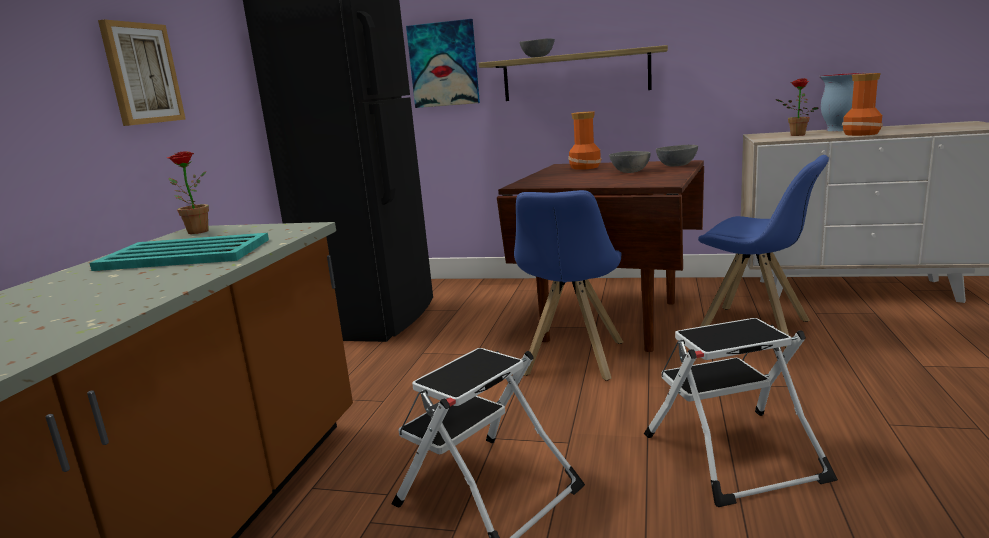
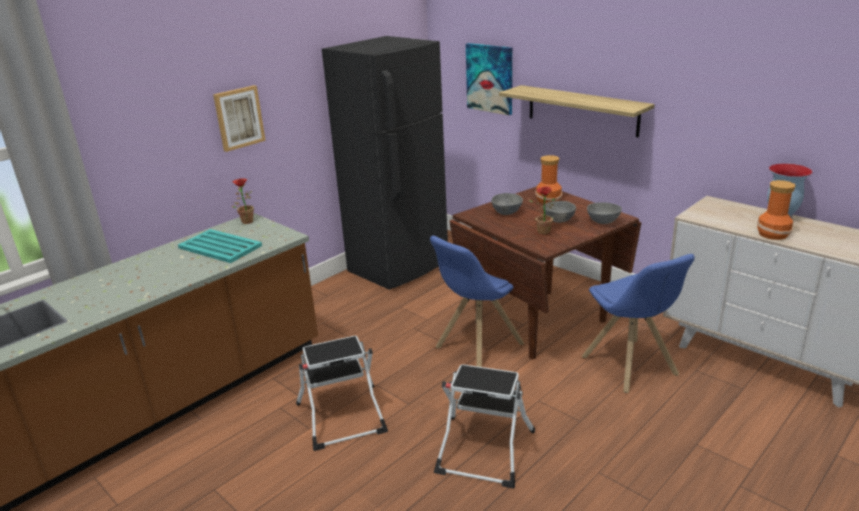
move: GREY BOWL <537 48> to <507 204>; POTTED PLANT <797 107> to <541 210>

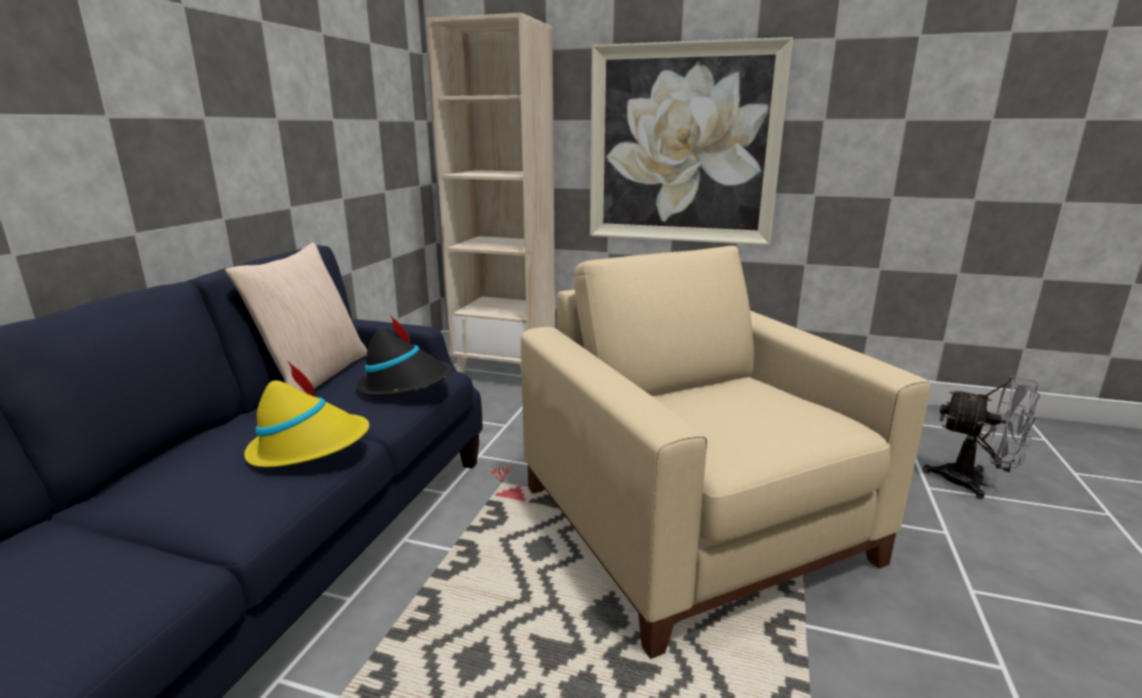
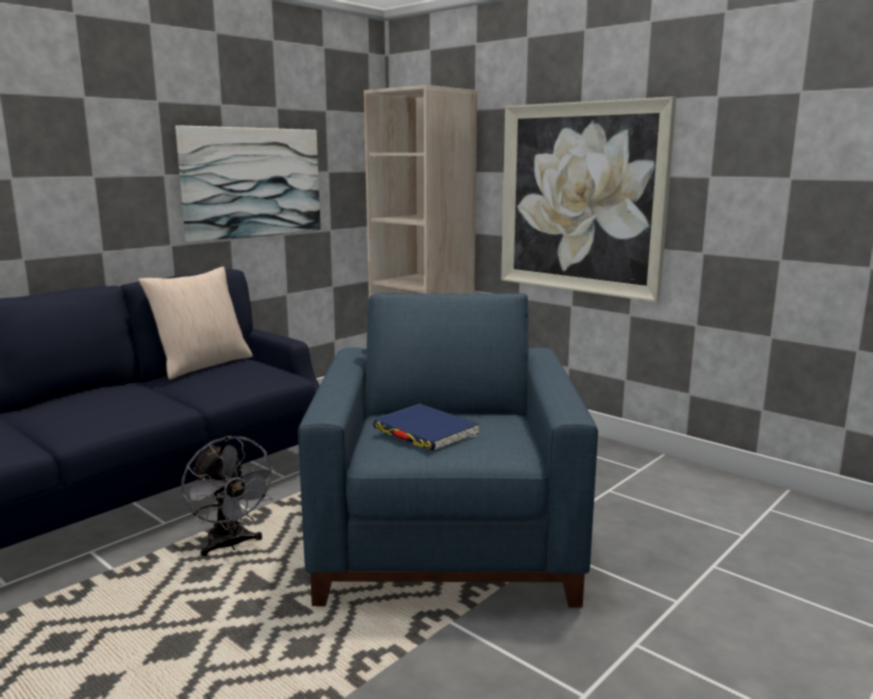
delete: YELLOW HAT <306 413>; BLACK HAT <404 355>
insert: PICTURE <248 183>; BLUE BOOK <426 427>
move: GREY FAN <981 437> to <229 496>
recolor: BEIGE ARMCHAIR <726 452> to BLUE ARMCHAIR <448 450>

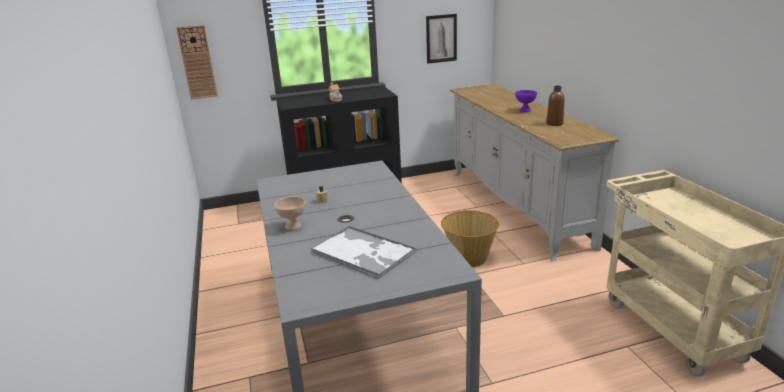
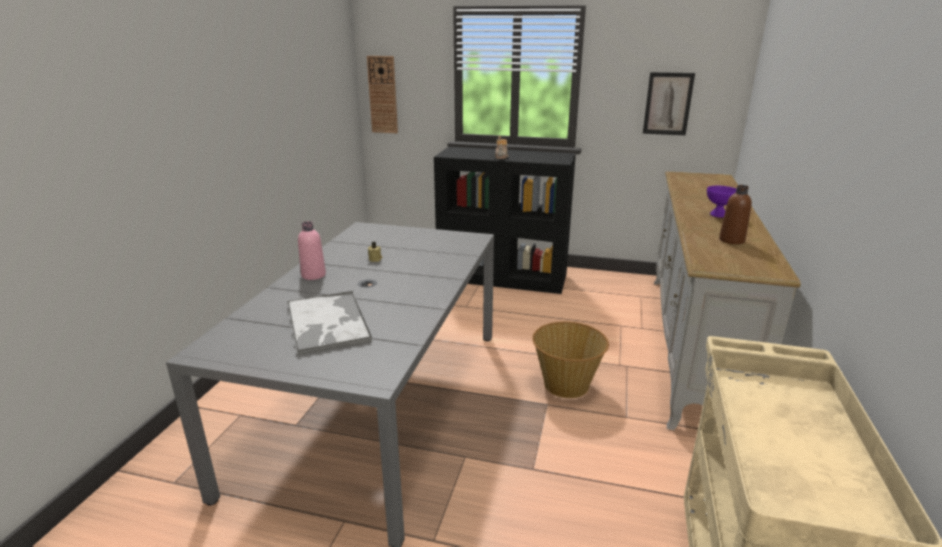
replace: BEIGE BOWL <290 214> to PINK BOTTLE <312 250>

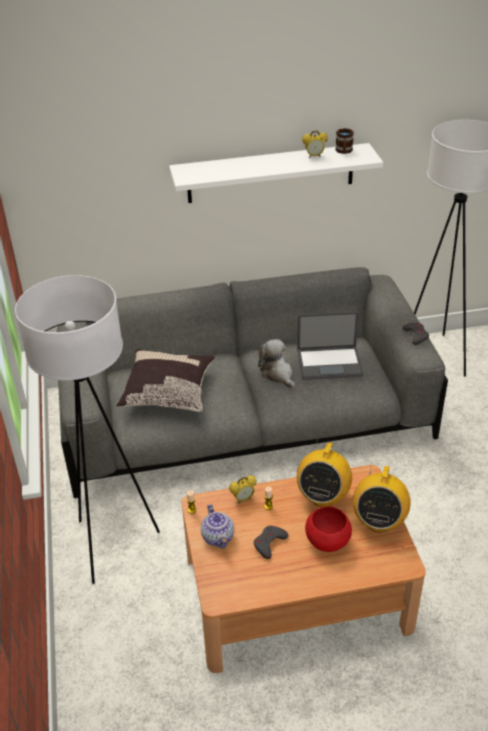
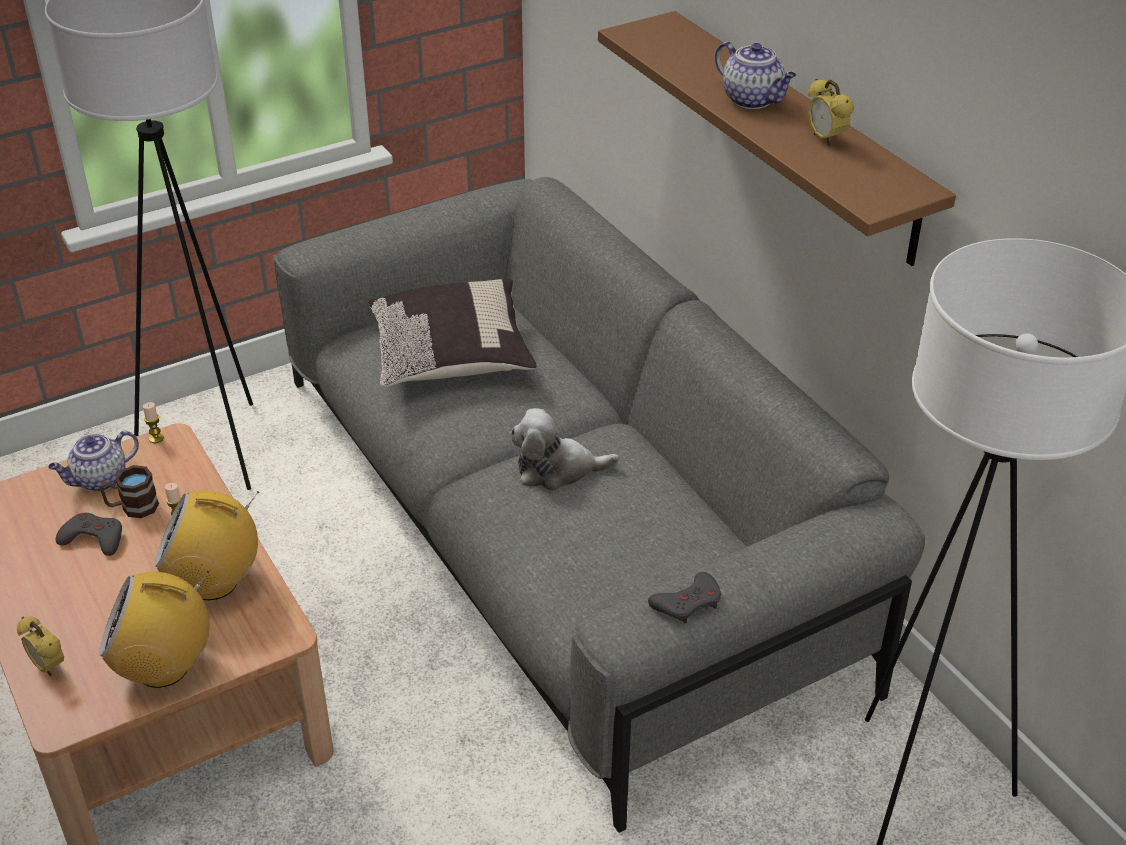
delete: LAPTOP <330 346>; RED BOWL <328 529>
insert: TEAPOT <755 75>
move: ALARM CLOCK <243 489> to <40 646>; BROWN MUG <344 141> to <129 491>
recolor: WHITE SHELF <276 173> to BROWN SHELF <777 138>
rotate: PLUSH TOY <276 364> = <564 449> 135 degrees counterclockwise

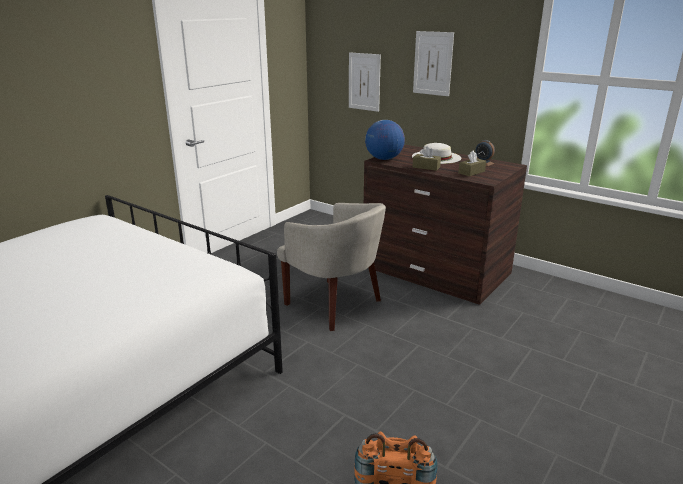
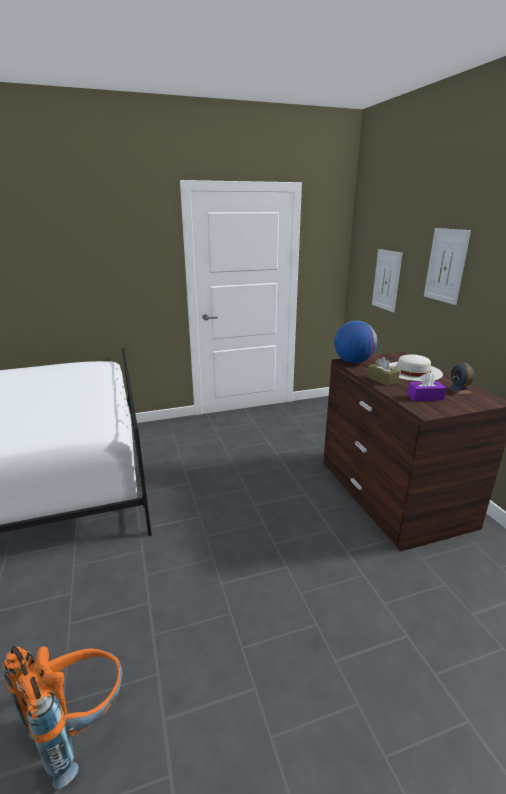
delete: BEIGE ARMCHAIR <331 267>
recolor: BROWN TISSUE BOX <472 163> to PURPLE TISSUE BOX <426 386>

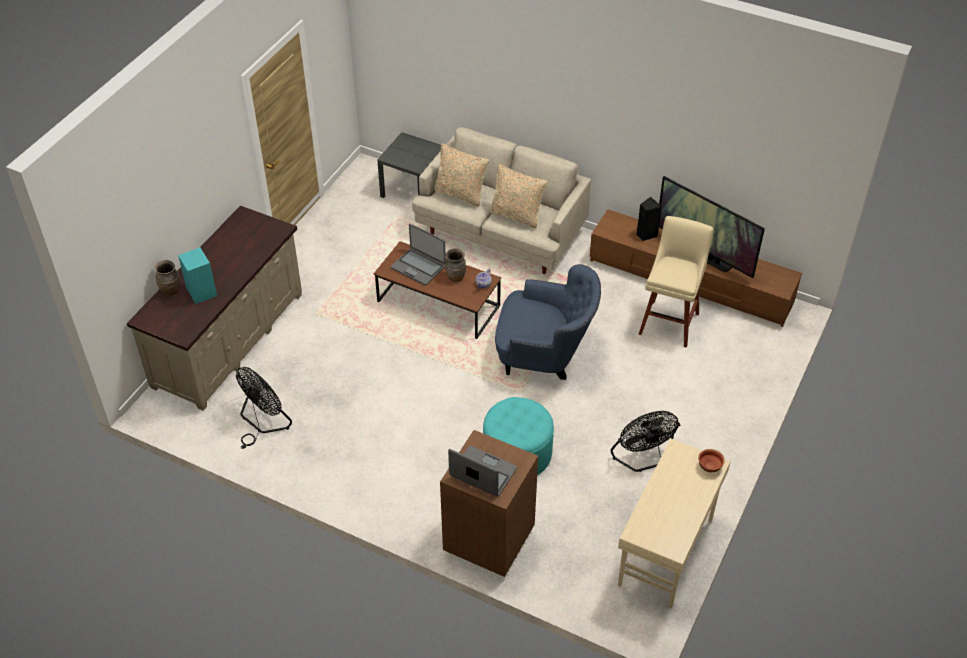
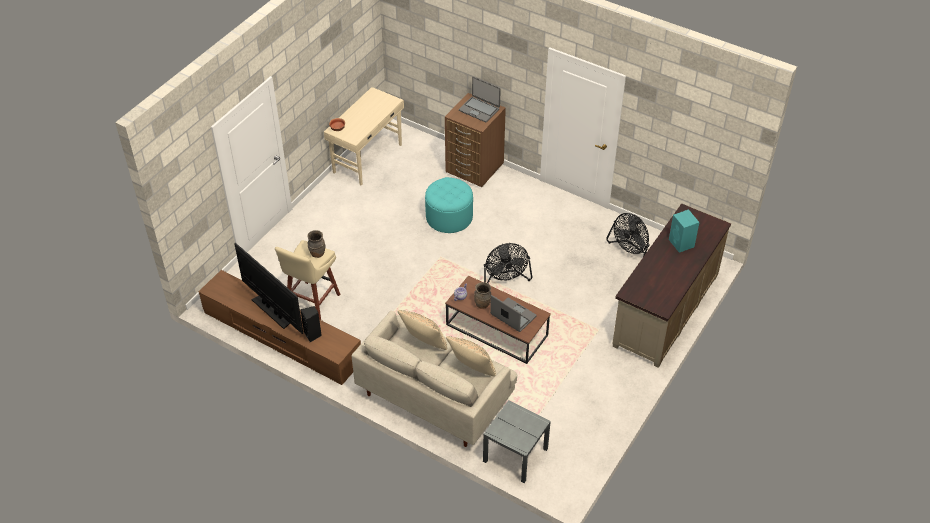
delete: BLUE ARMCHAIR <548 322>
move: BROWN VASE <167 277> to <316 244>; BLACK FAN <646 441> to <508 263>

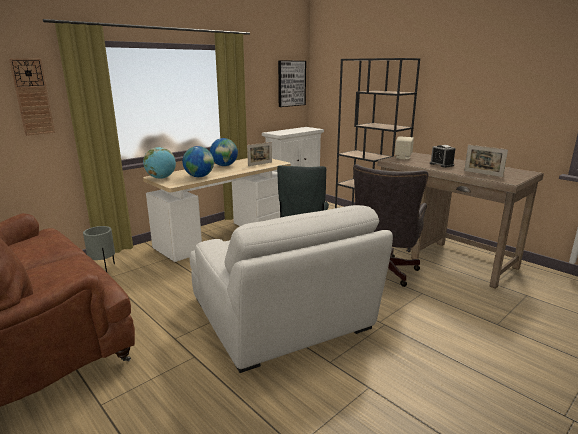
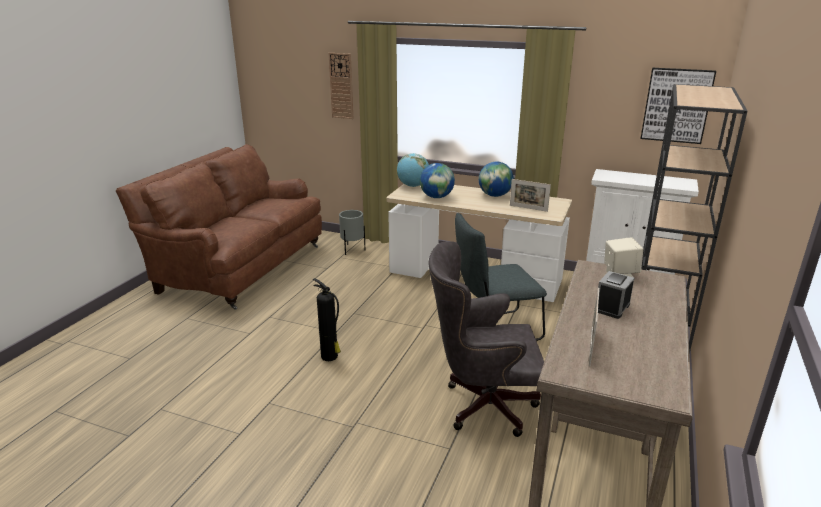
replace: WHITE ARMCHAIR <291 289> to FIRE EXTINGUISHER <327 319>

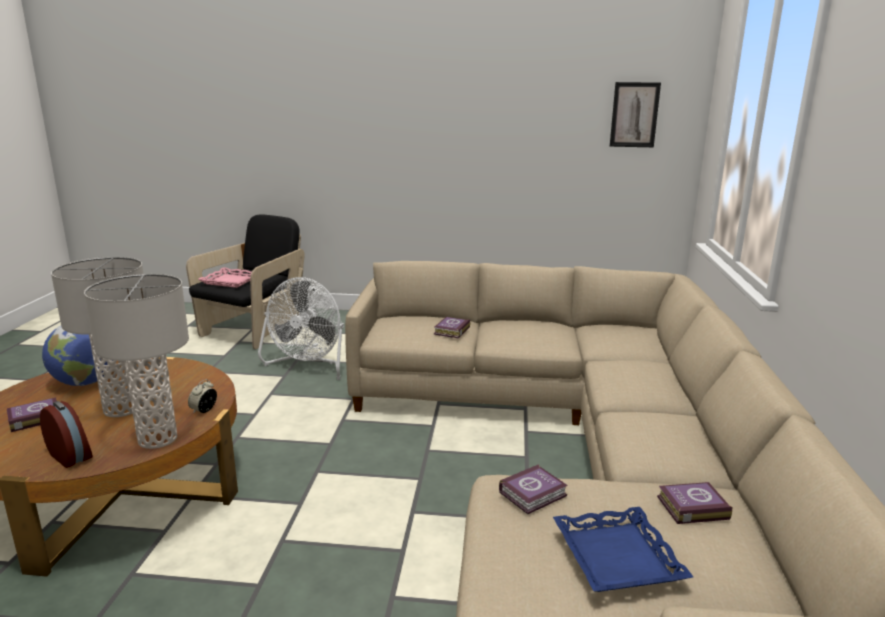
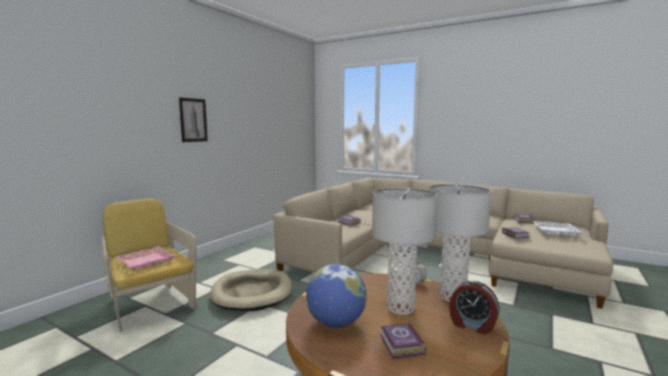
move: PICTURE <635 114> to <193 119>
replace: WHITE FAN <301 328> to BEIGE DOG BED <251 290>
recolor: BLACK ARMCHAIR <245 281> to YELLOW ARMCHAIR <149 265>; BLUE TRAY <623 549> to WHITE TRAY <558 228>
rotate: ALARM CLOCK <66 434> = <474 308> 120 degrees counterclockwise

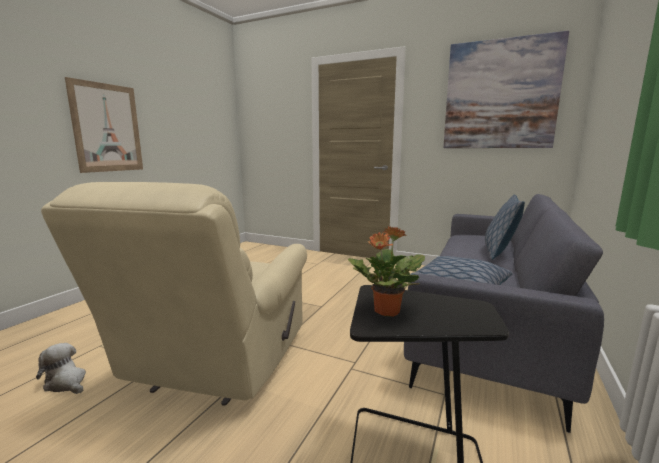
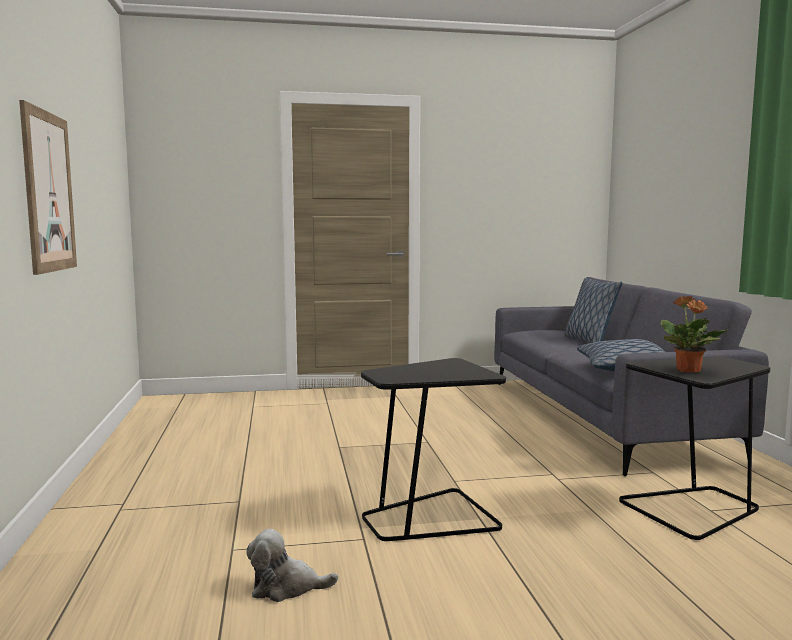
delete: PICTURE <506 89>
replace: BEIGE ARMCHAIR <174 294> to BLACK SIDE TABLE <433 449>

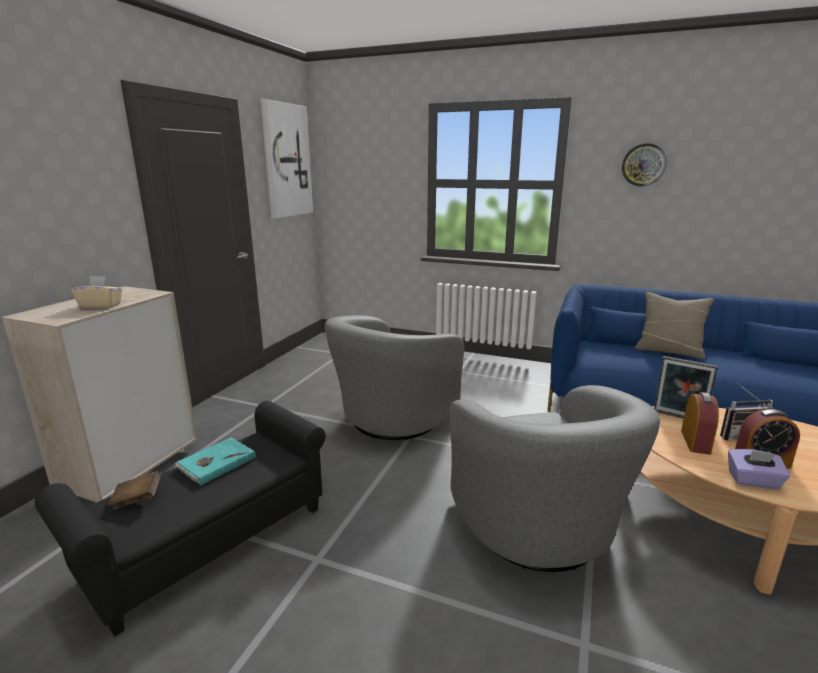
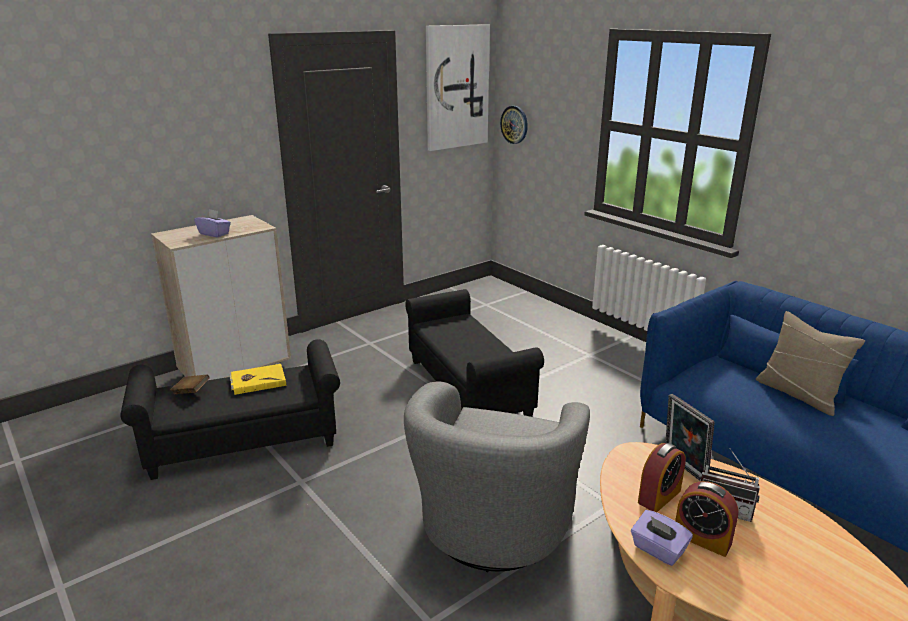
move: WALL CLOCK <644 164> to <514 125>
replace: GREY ARMCHAIR <394 377> to BLACK OTTOMAN <474 353>
recolor: BEIGE TISSUE BOX <97 292> to PURPLE TISSUE BOX <212 223>; TURQUOISE BOOK <215 461> to YELLOW BOOK <257 379>

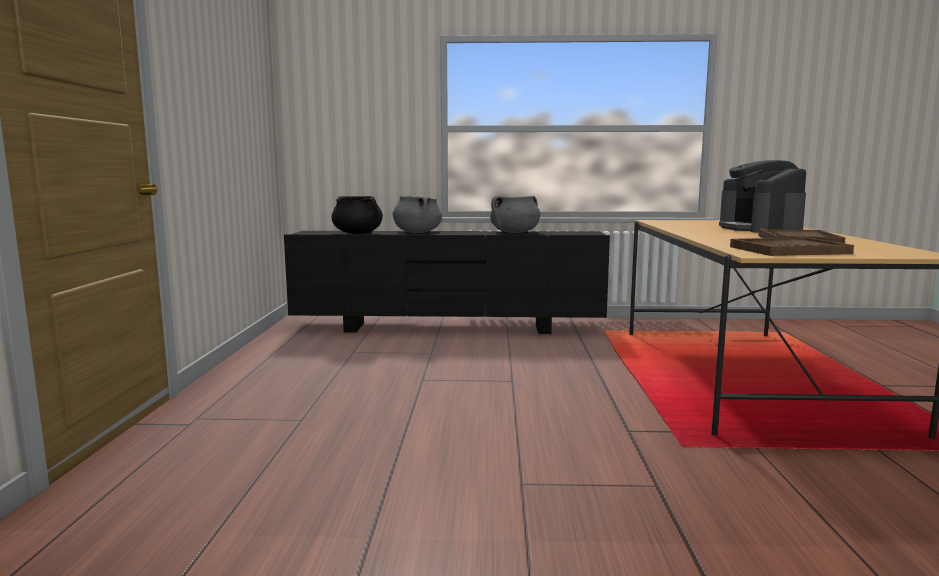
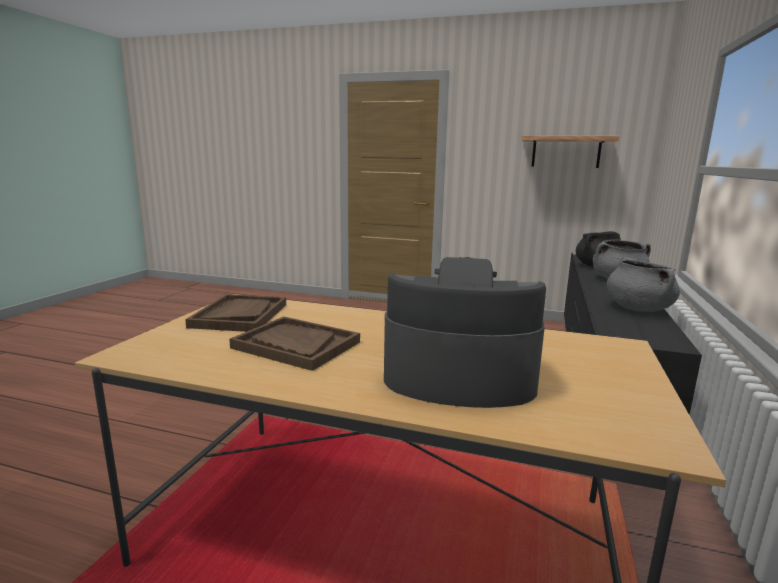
insert: SHELF <570 151>

